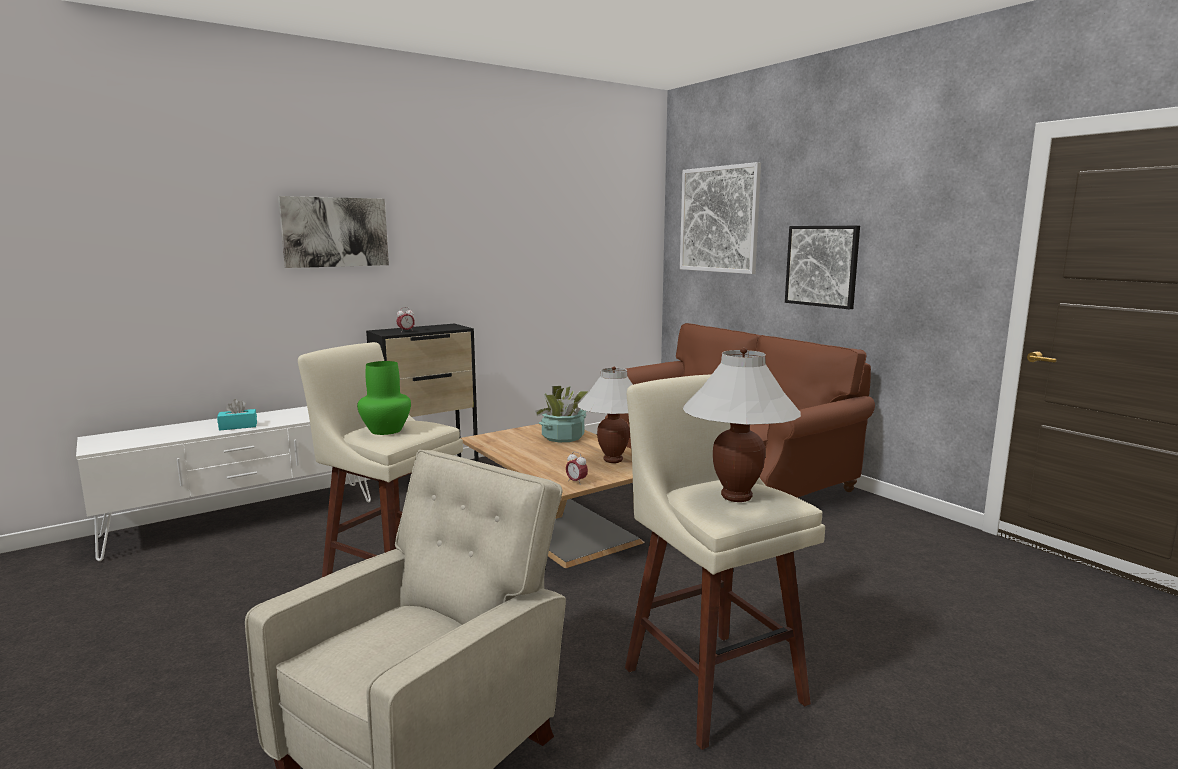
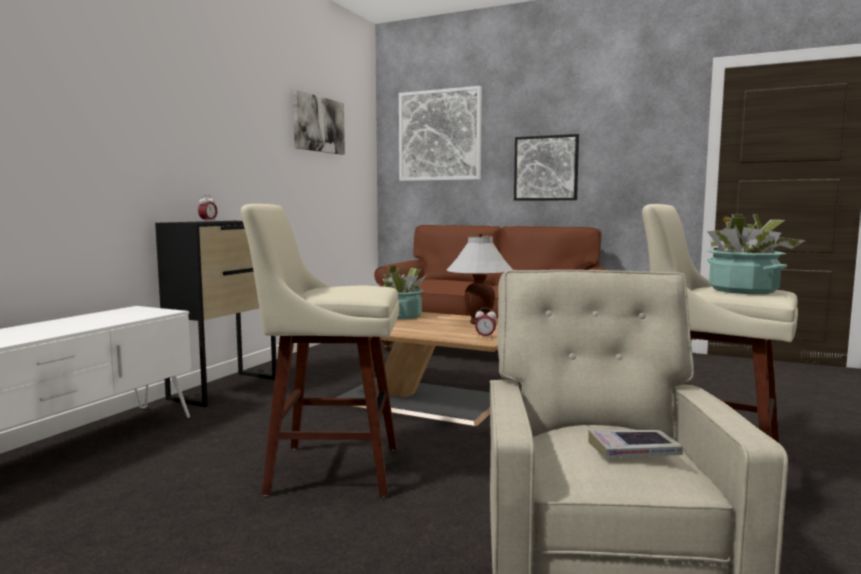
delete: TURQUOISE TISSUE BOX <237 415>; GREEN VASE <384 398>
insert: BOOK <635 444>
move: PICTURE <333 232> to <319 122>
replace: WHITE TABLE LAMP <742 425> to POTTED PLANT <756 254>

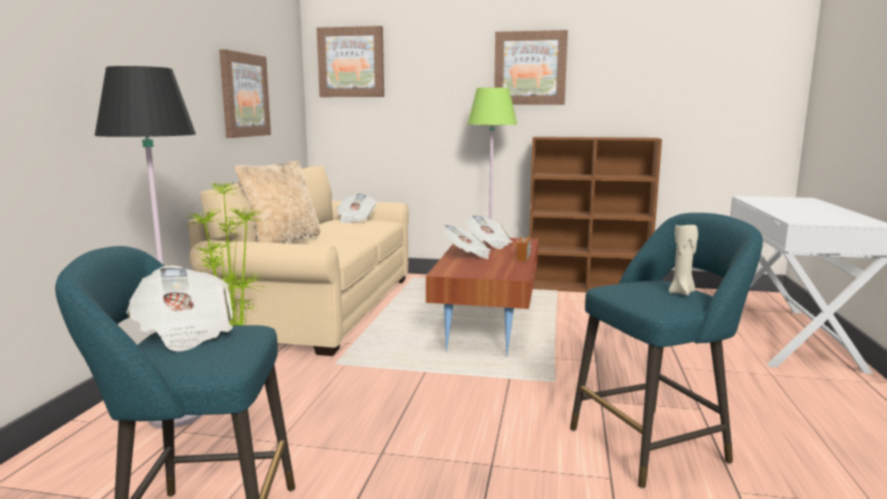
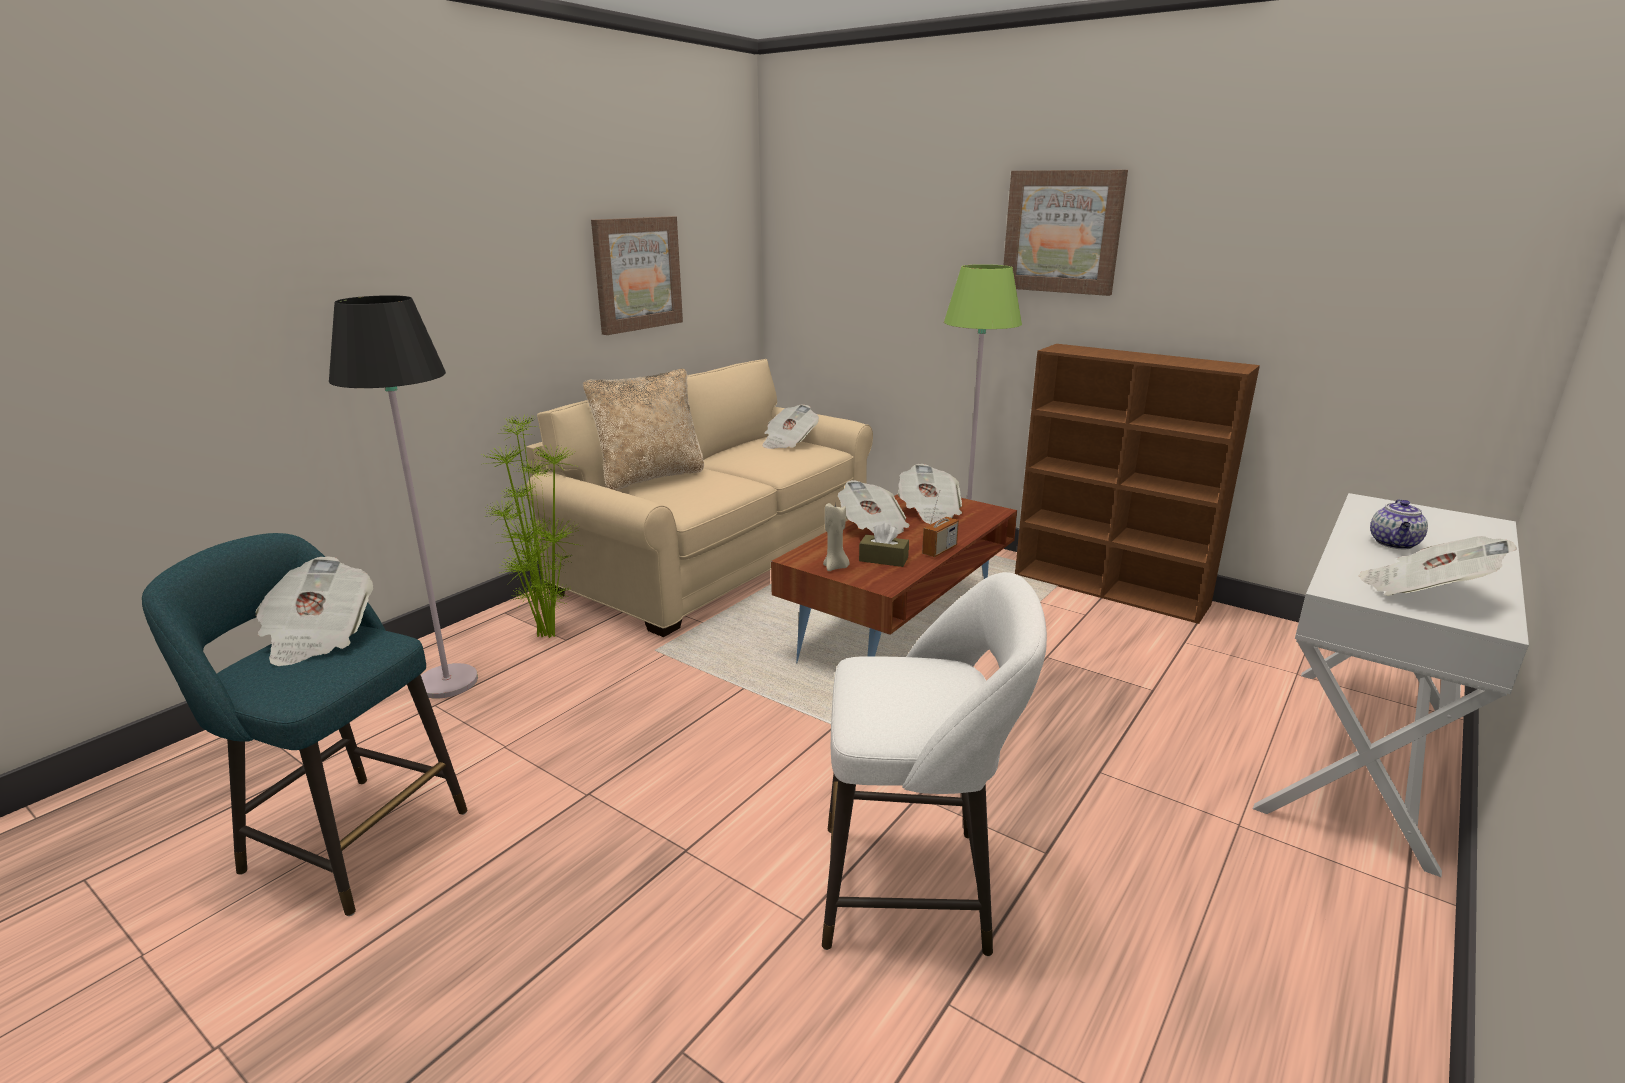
delete: PICTURE <350 61>
insert: BROWN TISSUE BOX <884 545>; NEWSPAPER <1437 566>; TEAPOT <1399 524>
move: BEIGE CANDLE <683 260> to <836 536>
recolor: TURQUOISE STOOL <666 351> to WHITE STOOL <934 764>

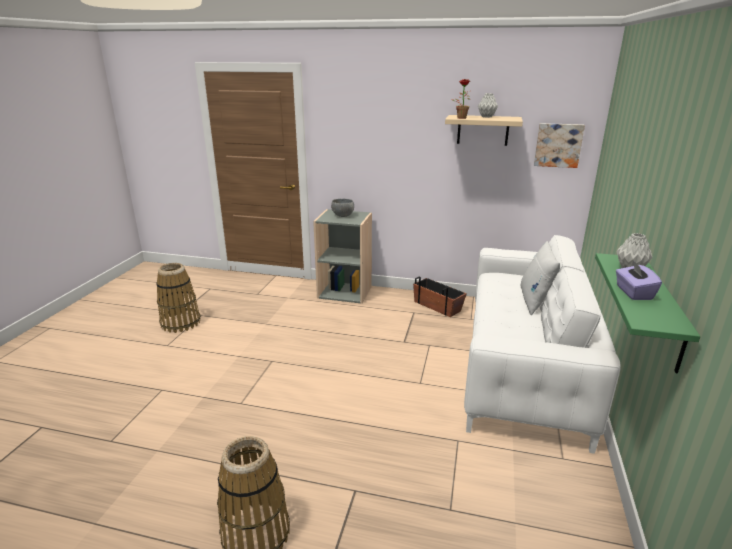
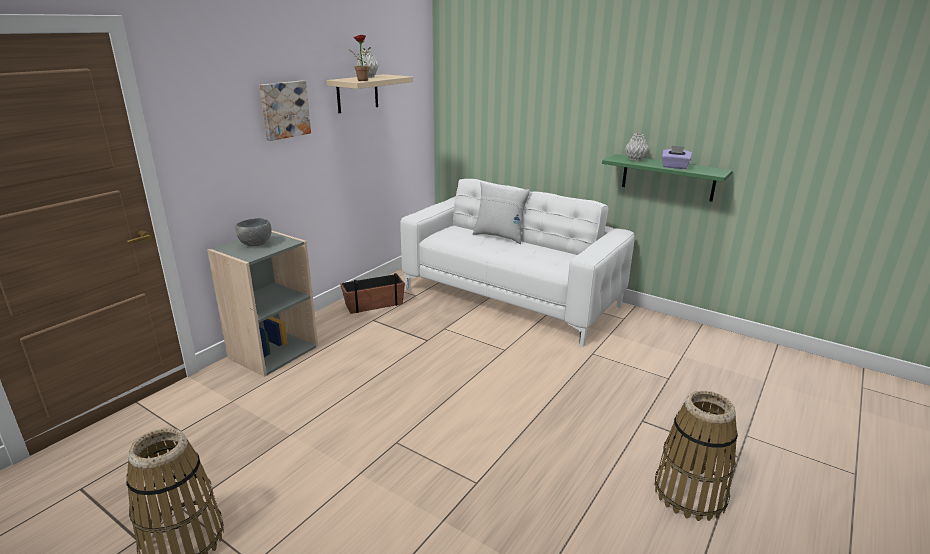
move: PICTURE <559 145> to <285 111>

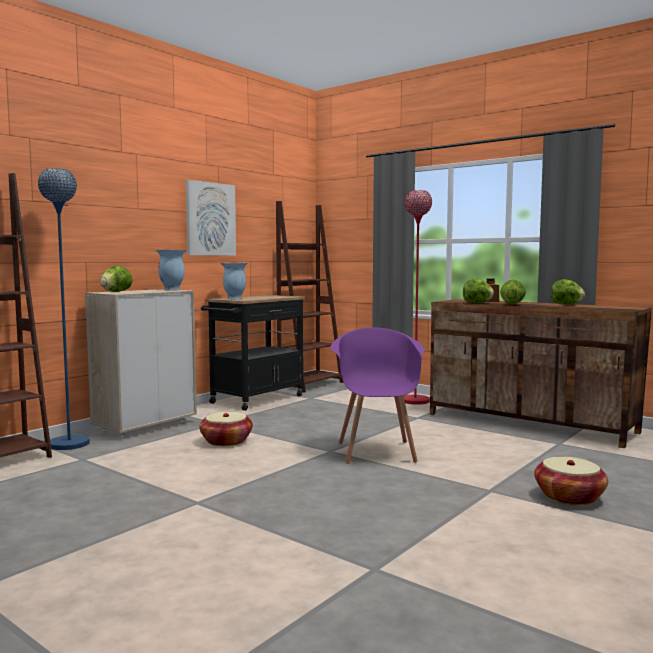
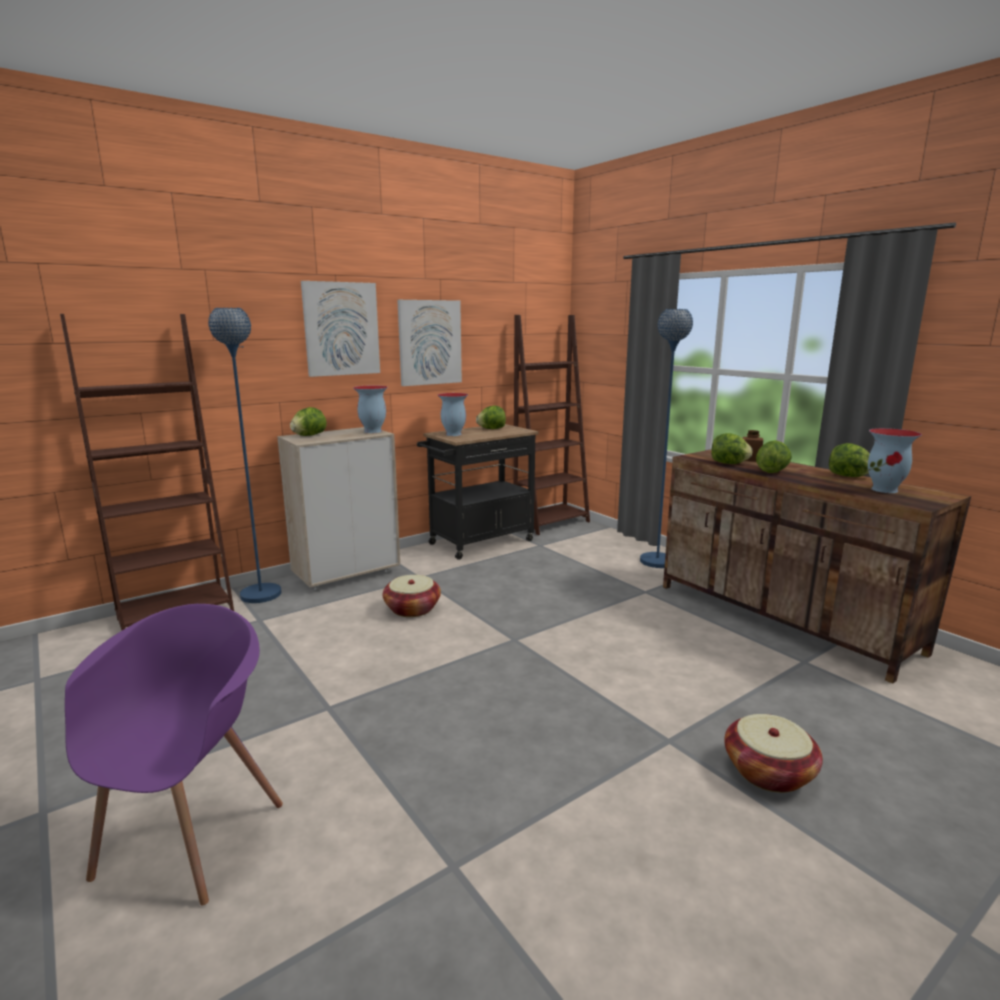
insert: PICTURE <340 329>; LETTUCE <491 417>; VASE <895 460>
move: PURPLE CHAIR <378 395> to <174 754>
recolor: RED FLOOR LAMP <418 297> to BLUE FLOOR LAMP <666 438>

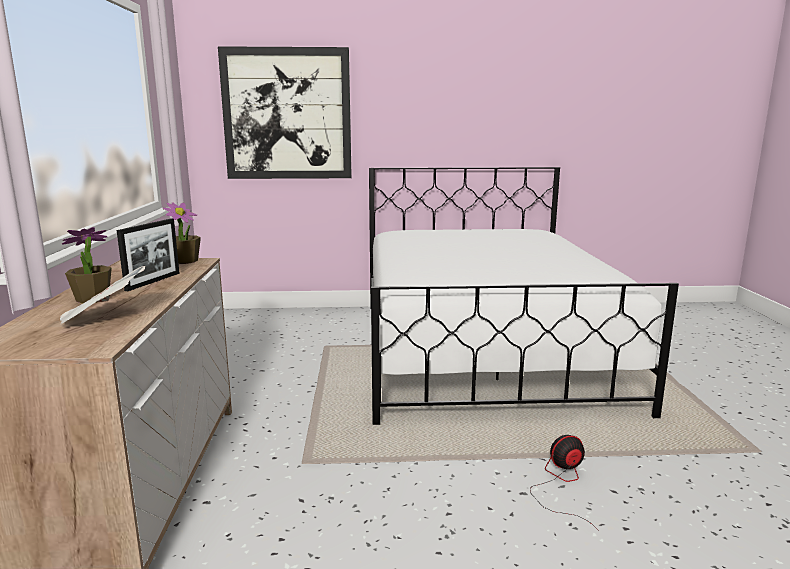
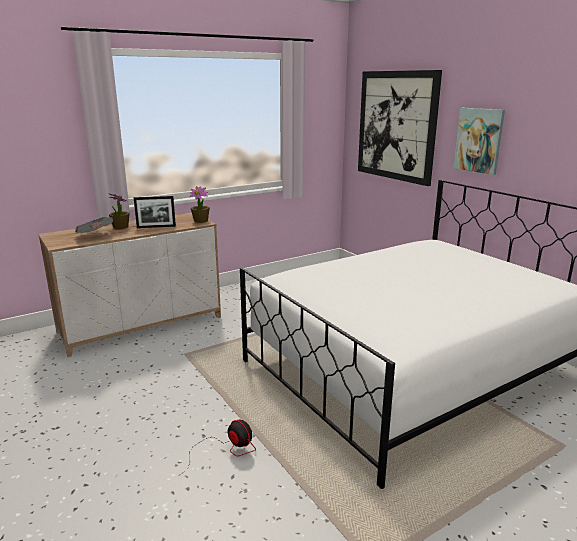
insert: PICTURE <479 141>

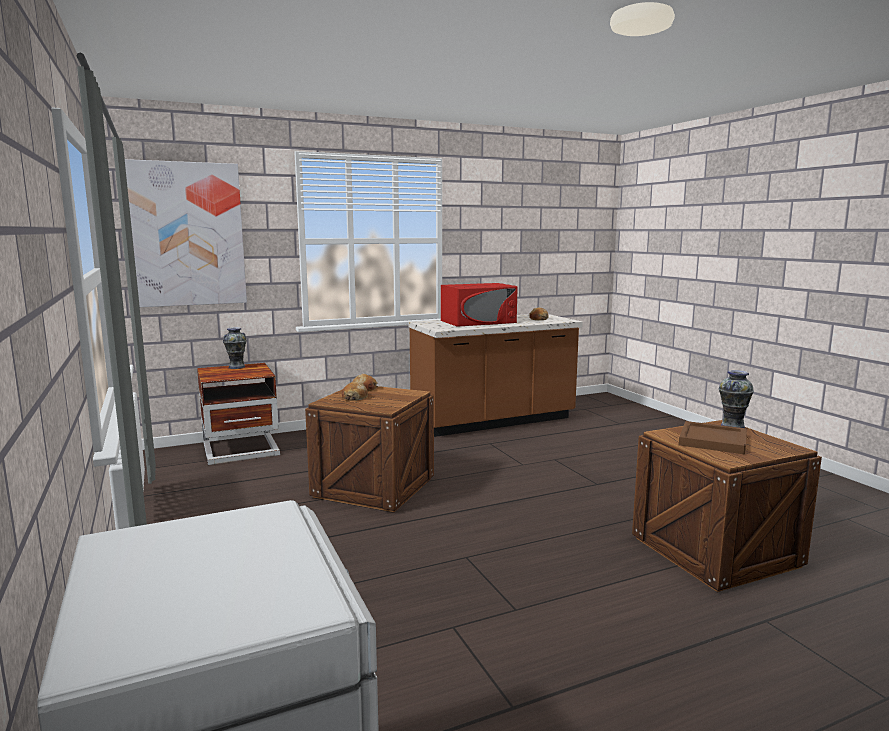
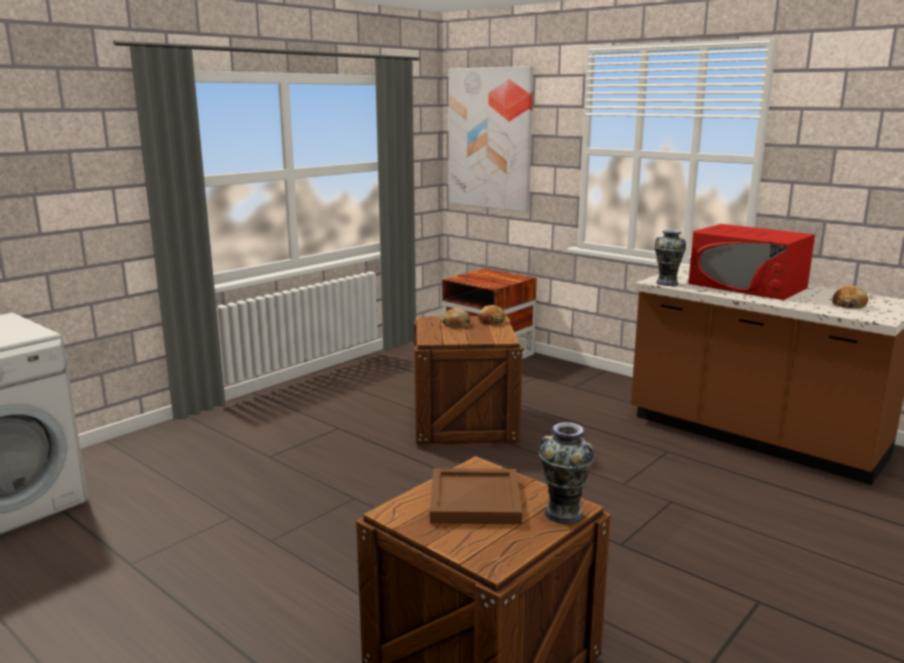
move: VASE <235 348> to <670 258>

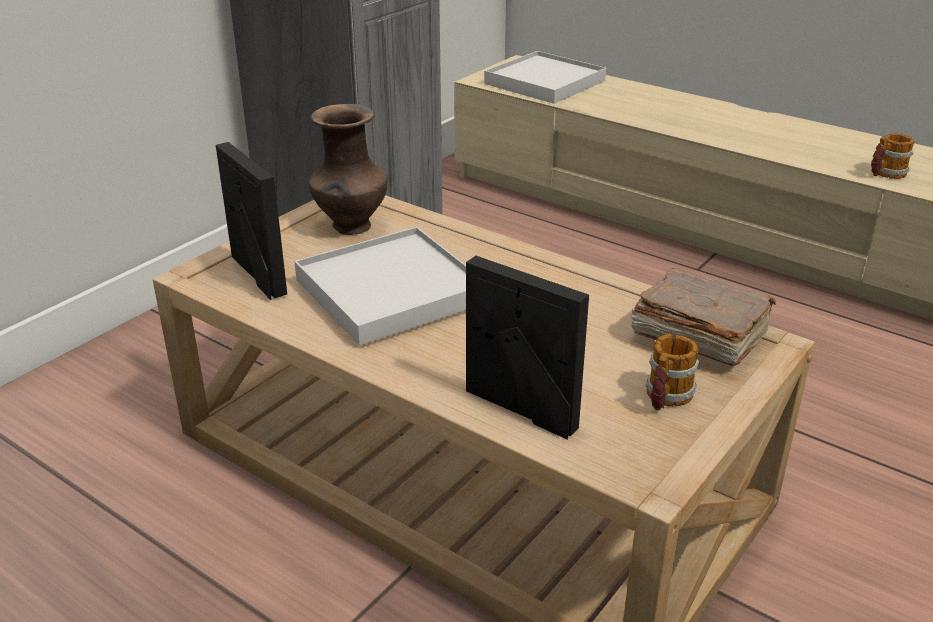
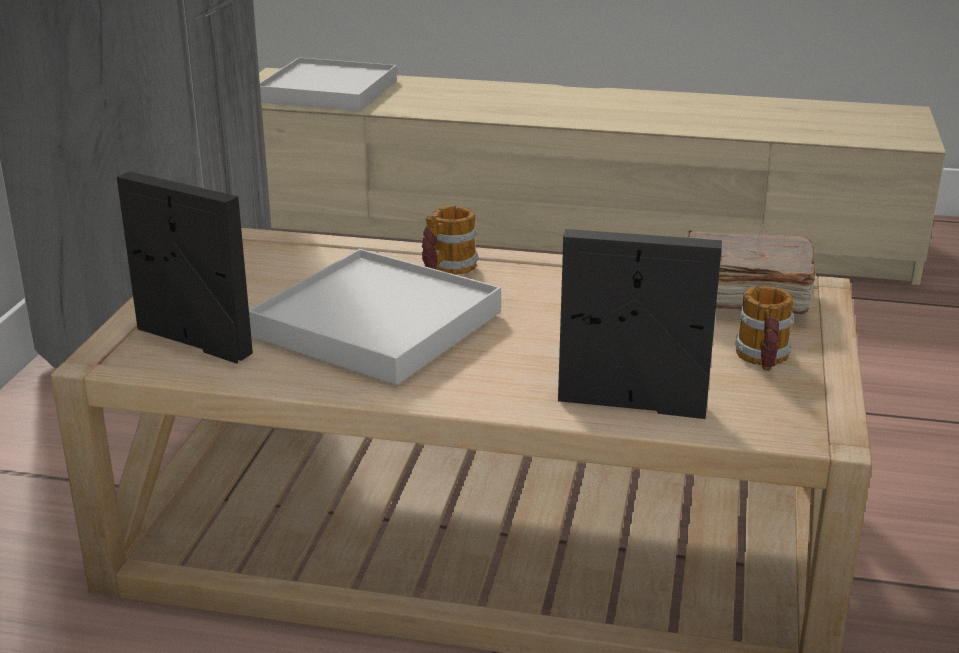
delete: BROWN VASE <348 169>
move: MUG <893 156> to <450 240>

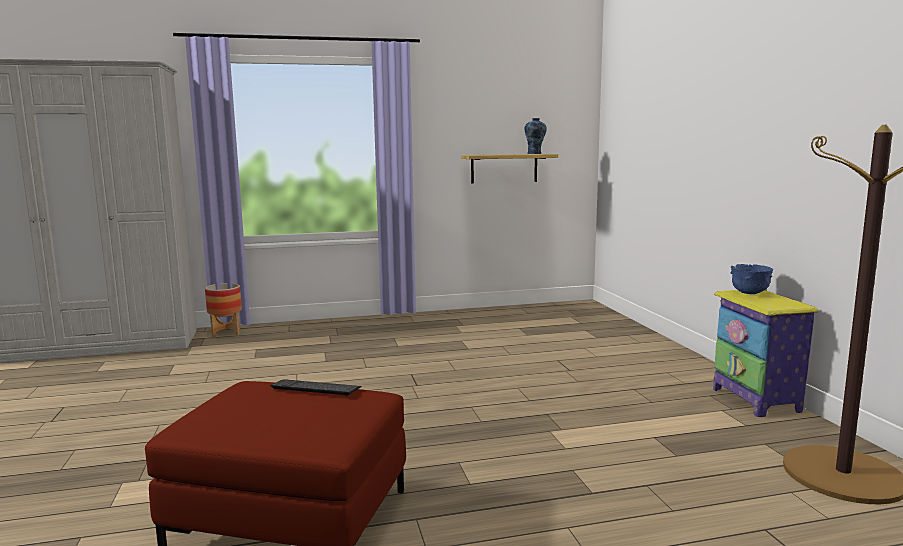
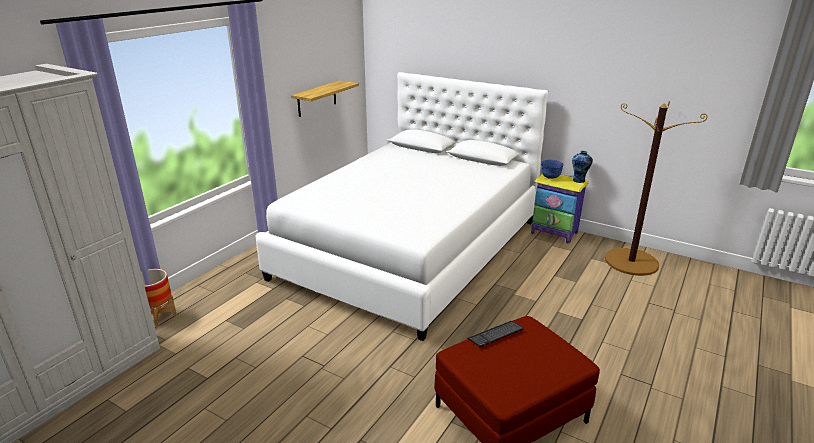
insert: WHITE BED <402 206>
move: VASE <535 136> to <582 167>

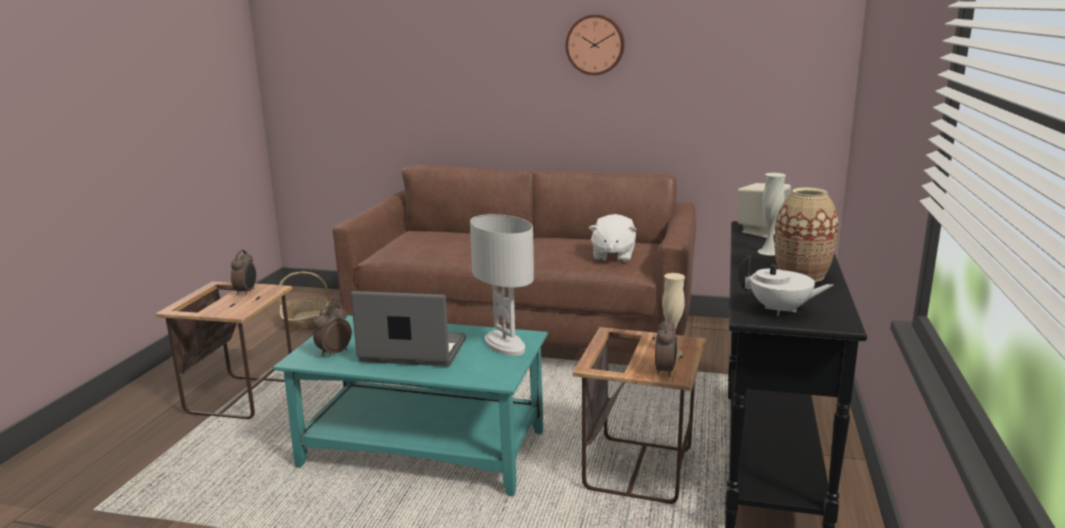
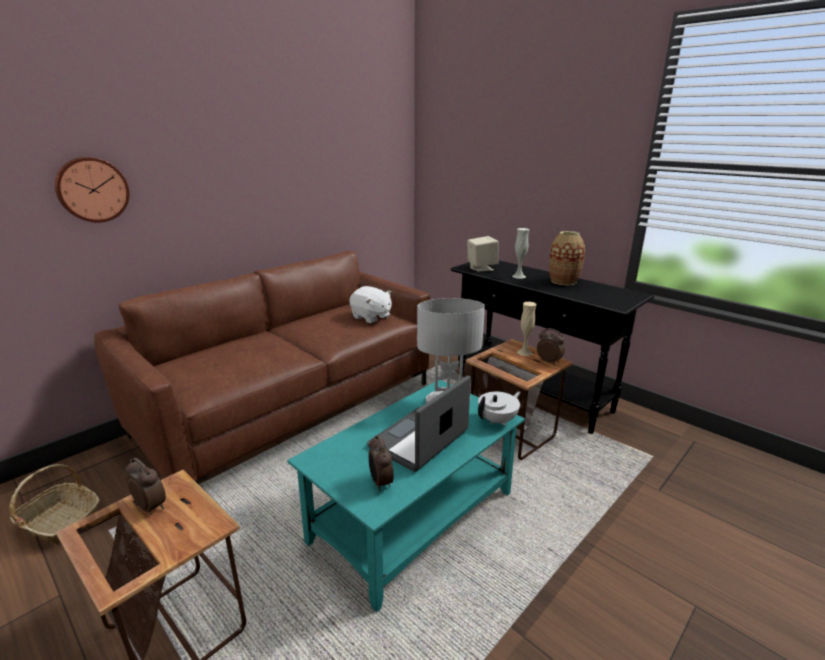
move: WALL CLOCK <595 44> to <92 190>; WHITE TEAPOT <786 286> to <499 408>

